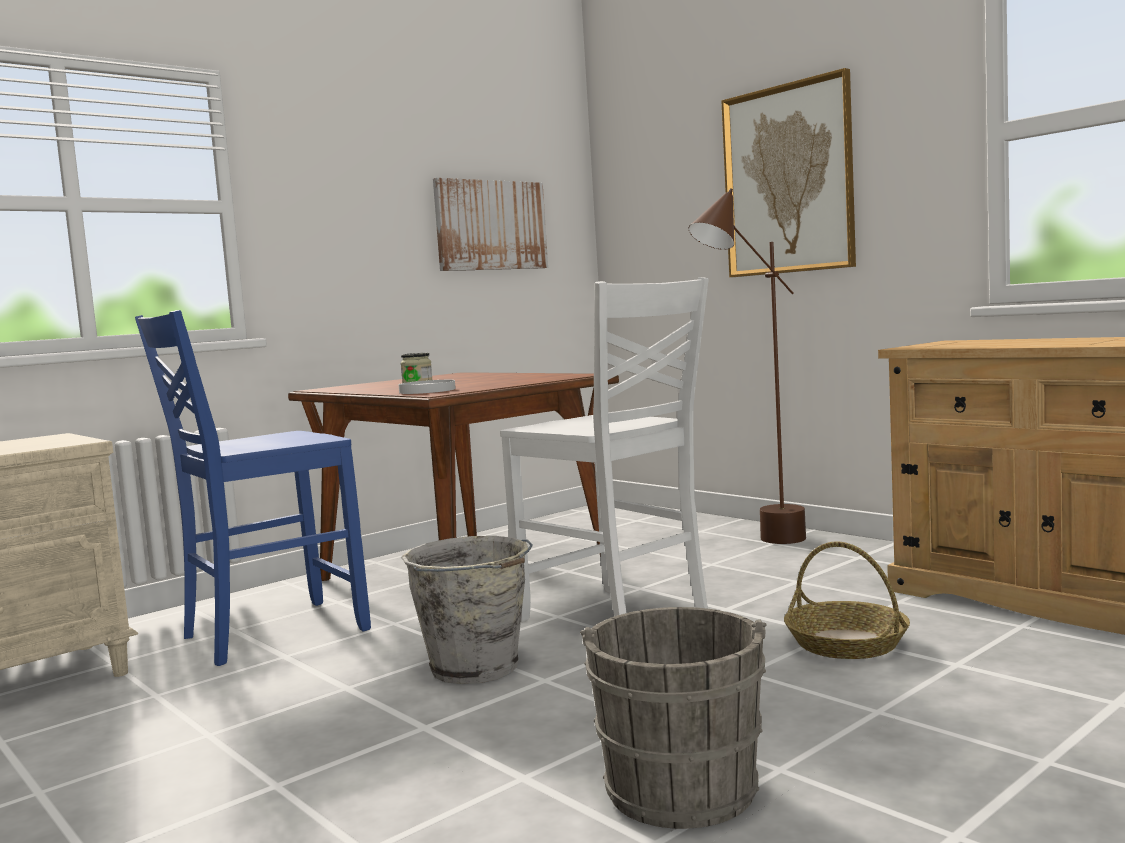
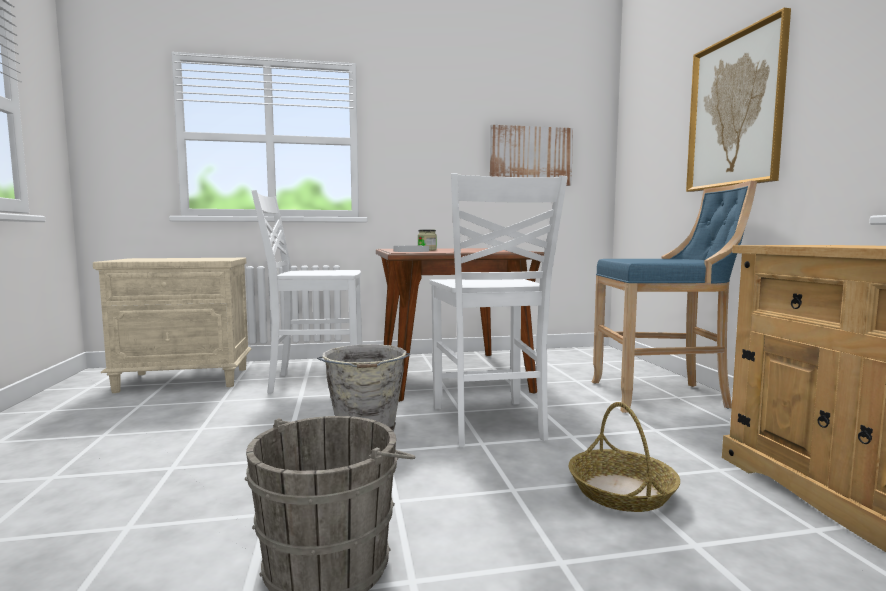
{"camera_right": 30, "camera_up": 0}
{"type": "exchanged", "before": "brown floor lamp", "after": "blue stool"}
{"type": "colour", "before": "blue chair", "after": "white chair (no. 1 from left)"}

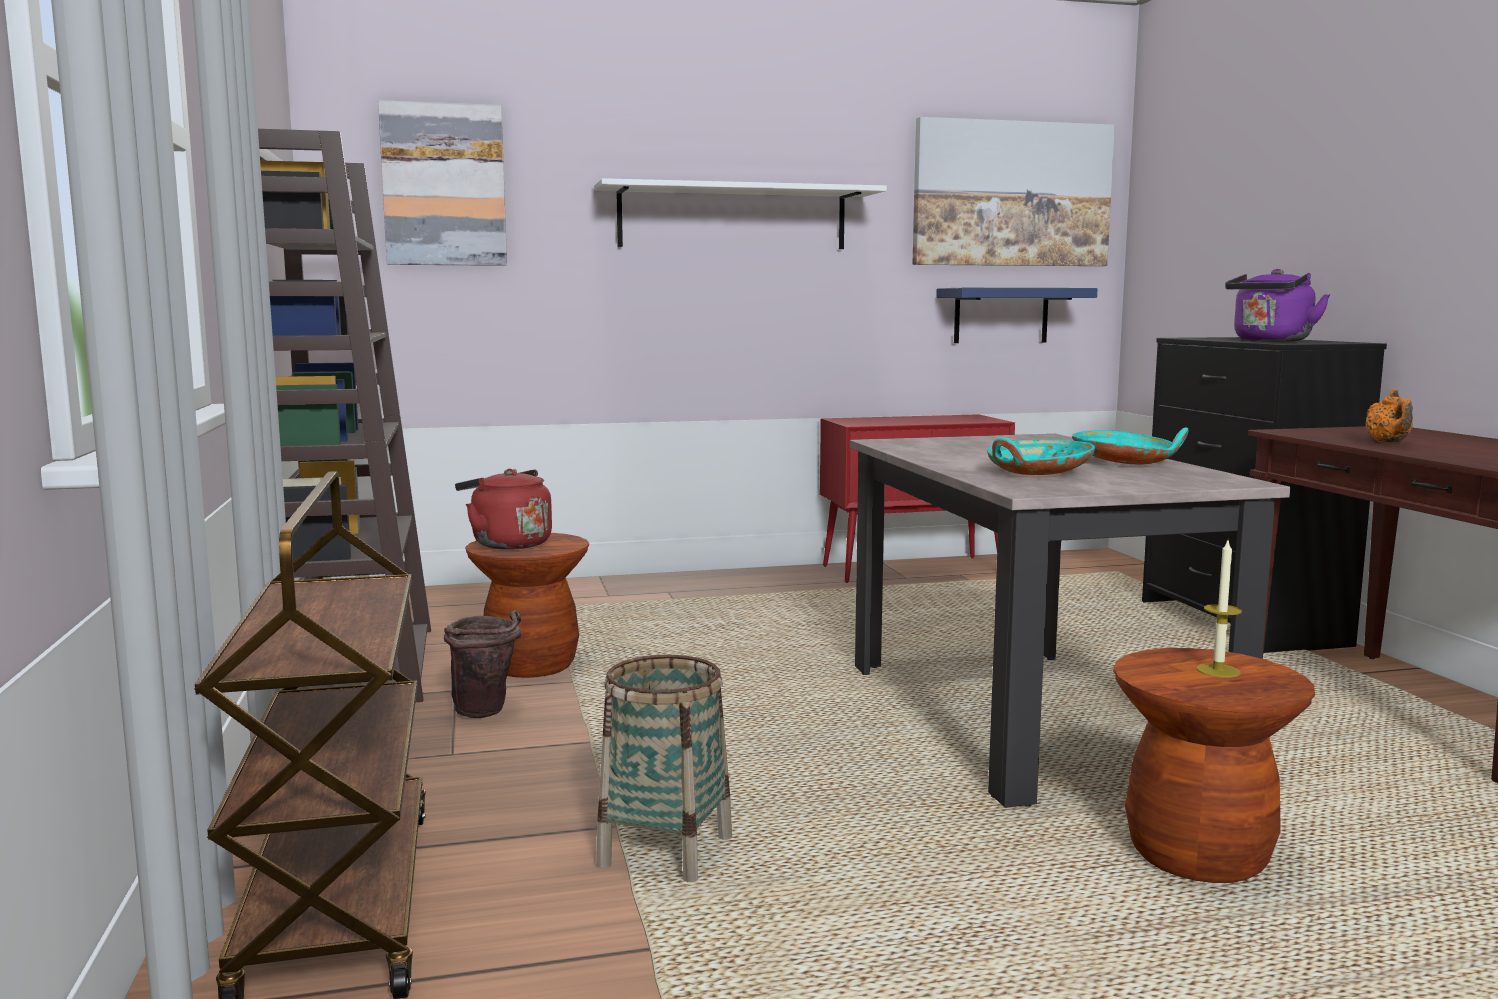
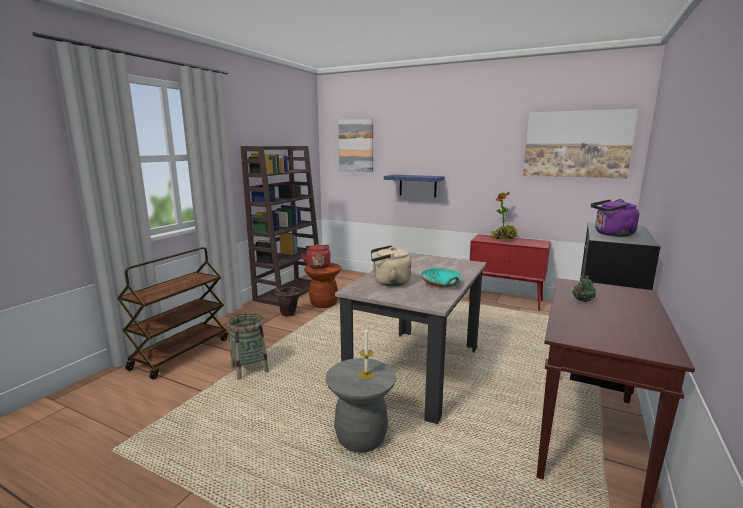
{"camera_right": 40, "camera_up": 5}
{"type": "missing", "before": "white shelf"}
{"type": "appeared", "after": "potted plant"}
{"type": "relocated", "before": "blue shelf"}
{"type": "exchanged", "before": "turquoise bowl (no. 1 from left)", "after": "beige kettle"}
{"type": "colour", "before": "brown stool (no. 2 from left)", "after": "grey stool"}
{"type": "colour", "before": "orange teapot", "after": "green teapot"}

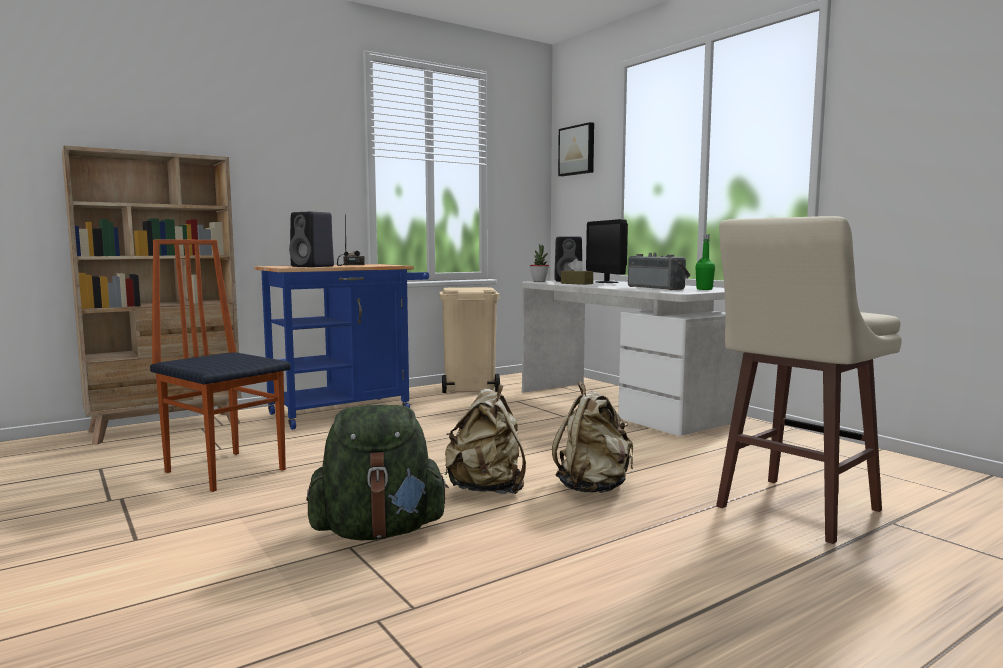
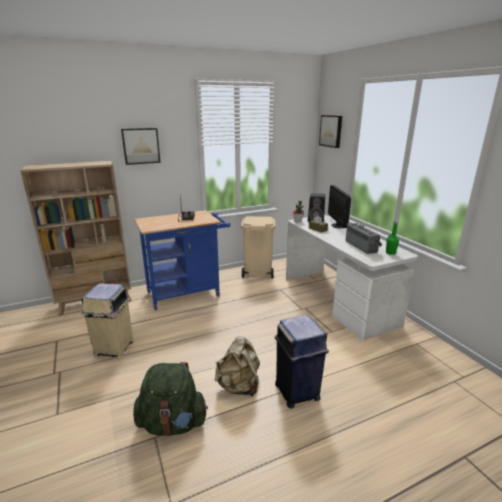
{"camera_right": 10, "camera_up": 15}
{"type": "missing", "before": "black speaker (no. 1 from left)"}
{"type": "missing", "before": "beige stool"}
{"type": "appeared", "after": "picture (no. 1 from left)"}
{"type": "exchanged", "before": "chair", "after": "beige trash can (no. 1 from left)"}
{"type": "exchanged", "before": "beige backpack (no. 2 from left)", "after": "blue trash can"}

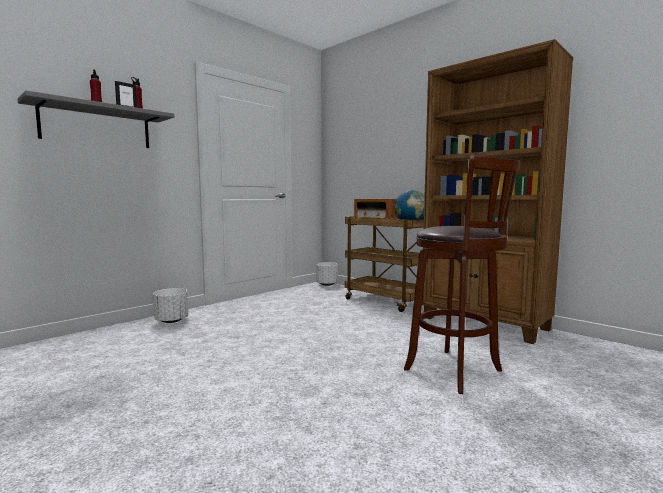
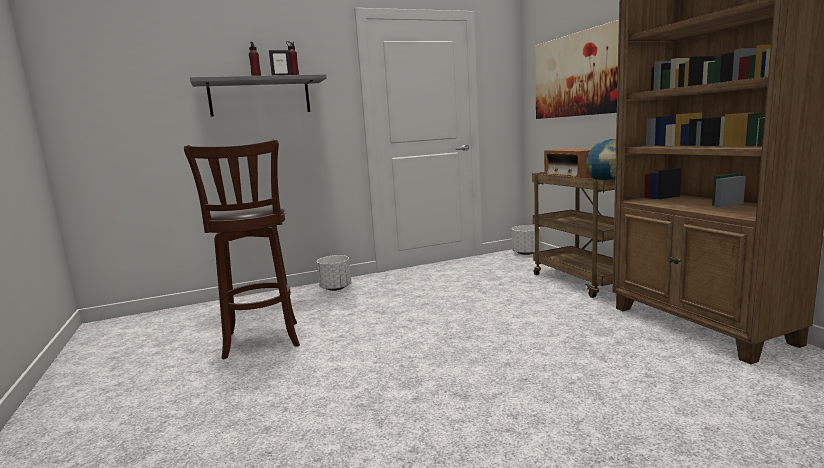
{"camera_right": 25, "camera_up": 5}
{"type": "appeared", "after": "picture"}
{"type": "relocated", "before": "brown stool"}

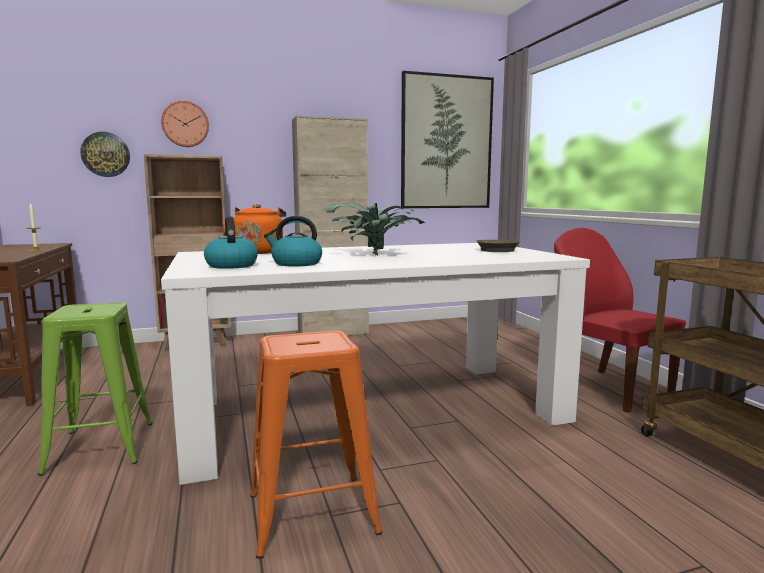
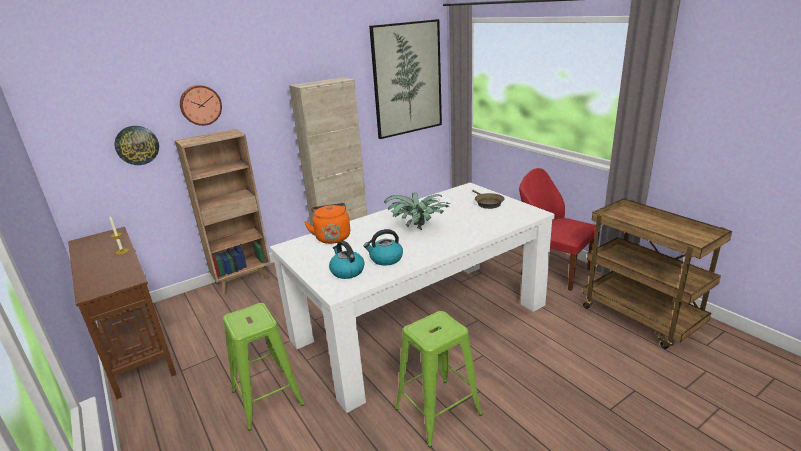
{"camera_right": -15, "camera_up": 15}
{"type": "colour", "before": "orange stool", "after": "green stool (no. 2 from left)"}

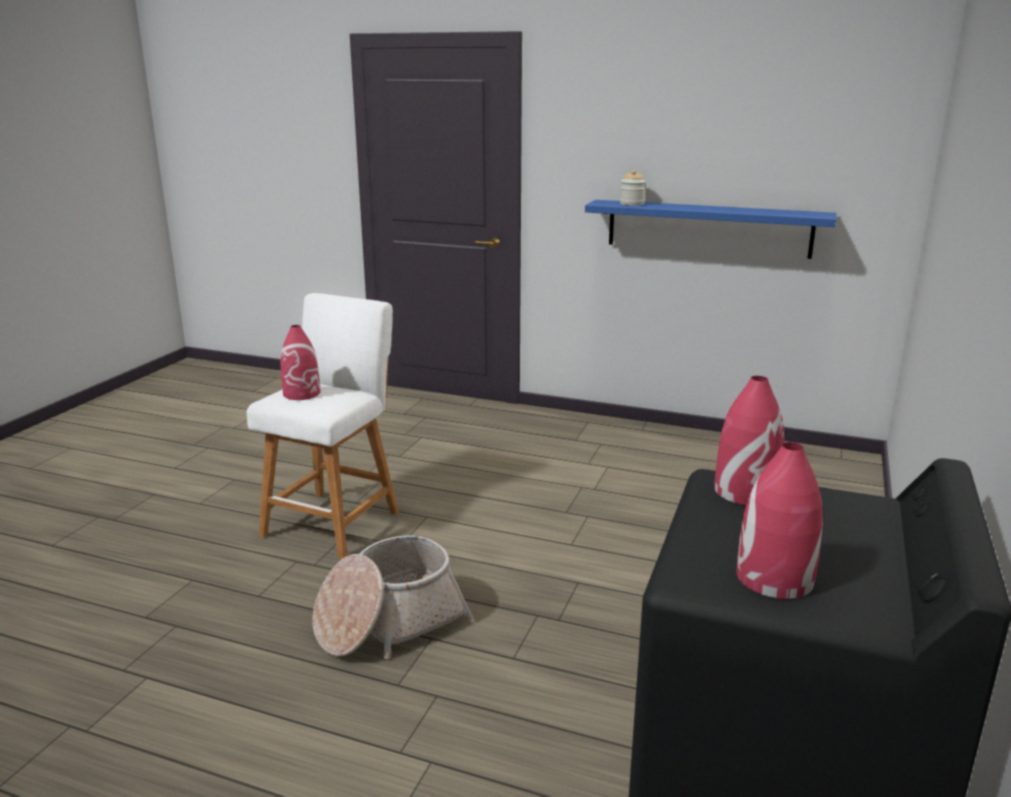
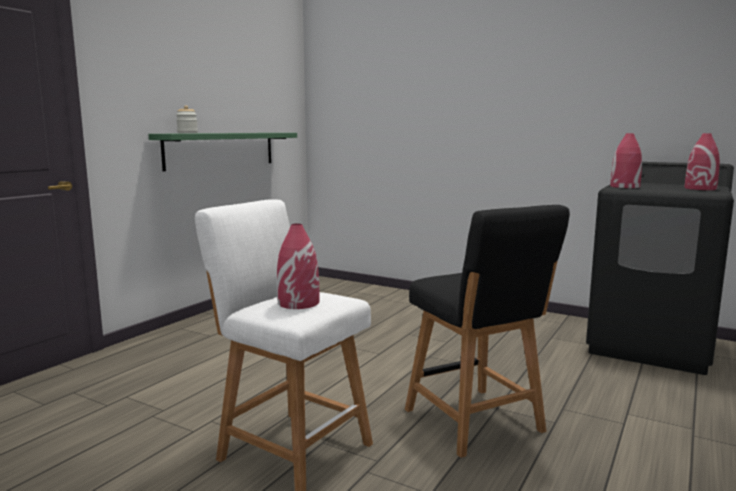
{"camera_right": -80, "camera_up": -10}
{"type": "exchanged", "before": "basket", "after": "black stool"}
{"type": "colour", "before": "blue shelf", "after": "green shelf"}

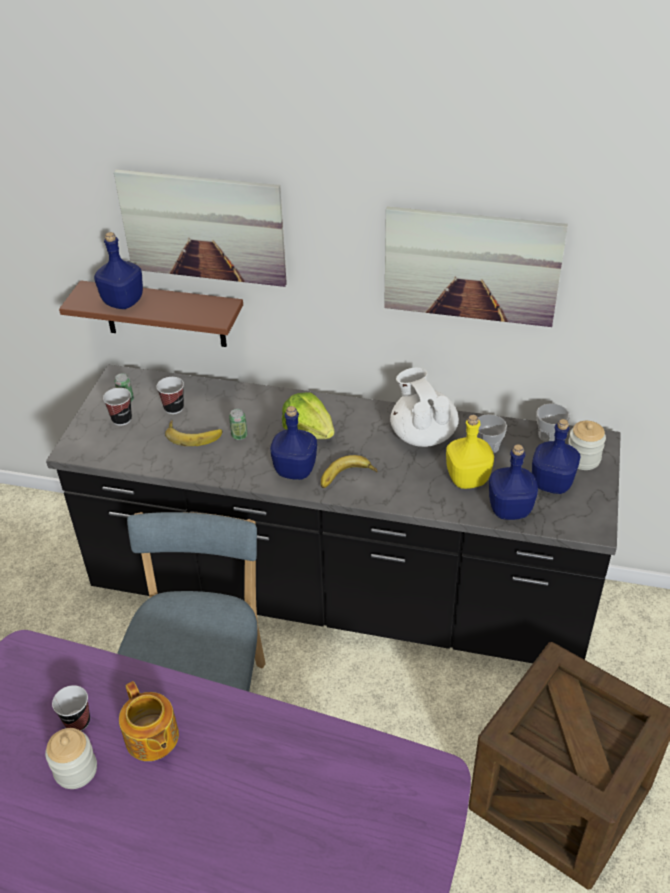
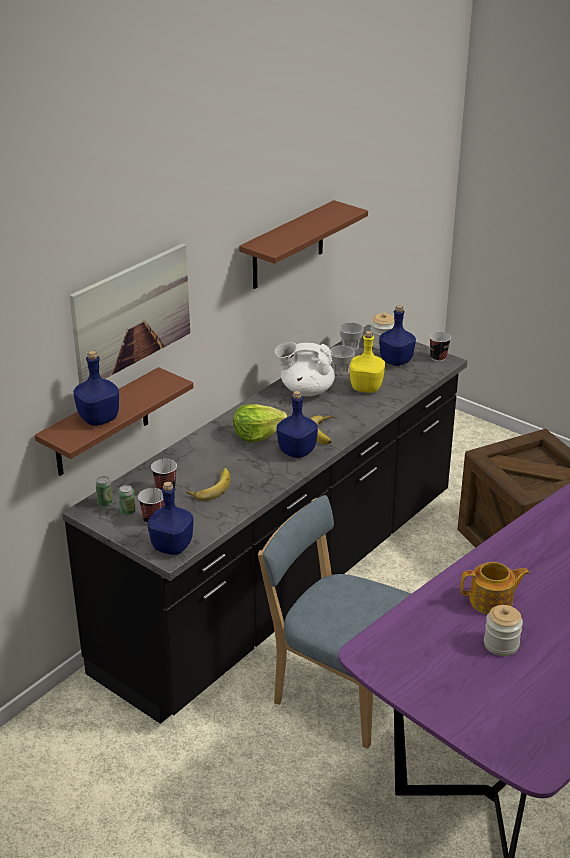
{"camera_right": -65, "camera_up": -10}
{"type": "relocated", "before": "cup (no. 1 from left in the first image)", "after": "cup (no. 5 from left)"}
{"type": "relocated", "before": "can (no. 2 from left in the first image)", "after": "can (no. 1 from left)"}
{"type": "relocated", "before": "blue bottle (no. 3 from left in the first image)", "after": "blue bottle (no. 2 from left)"}
{"type": "exchanged", "before": "picture (no. 2 from left)", "after": "brown shelf (no. 2 from left)"}

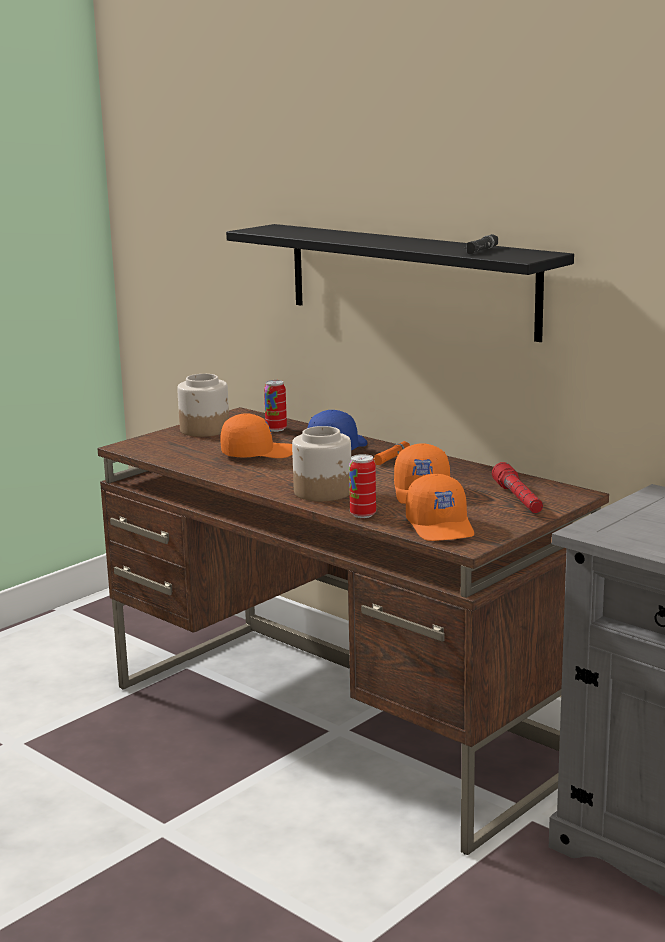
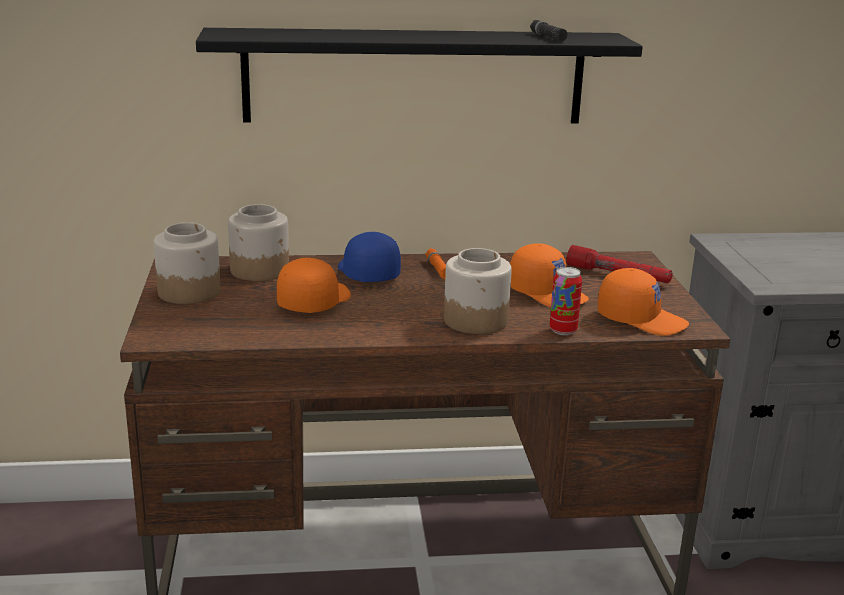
{"camera_right": -50, "camera_up": 5}
{"type": "exchanged", "before": "can (no. 1 from left)", "after": "jar (no. 2 from left)"}

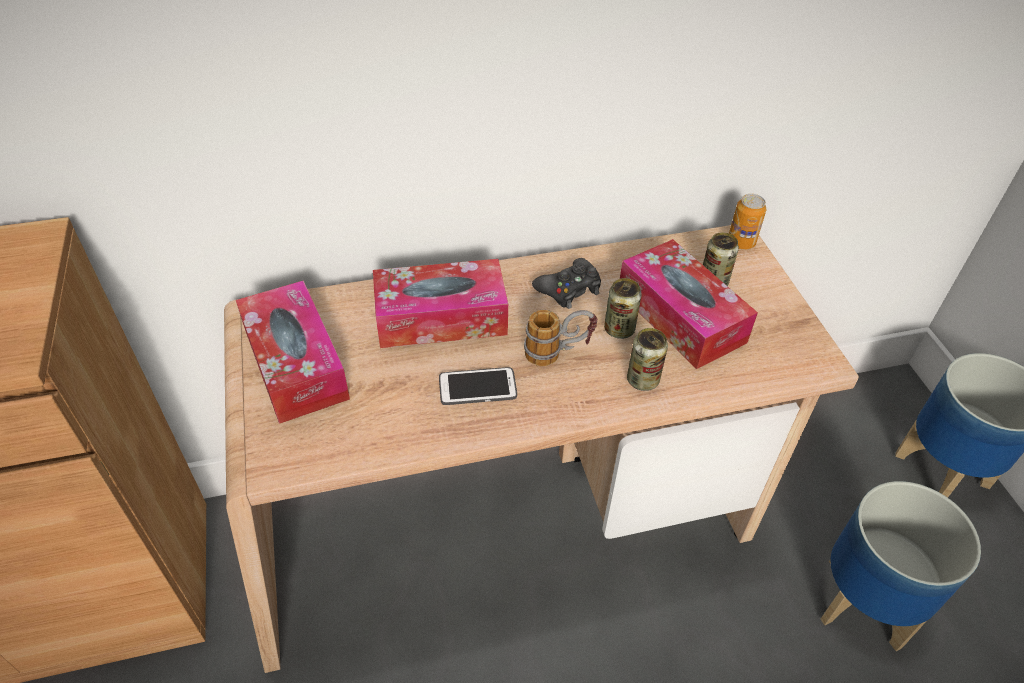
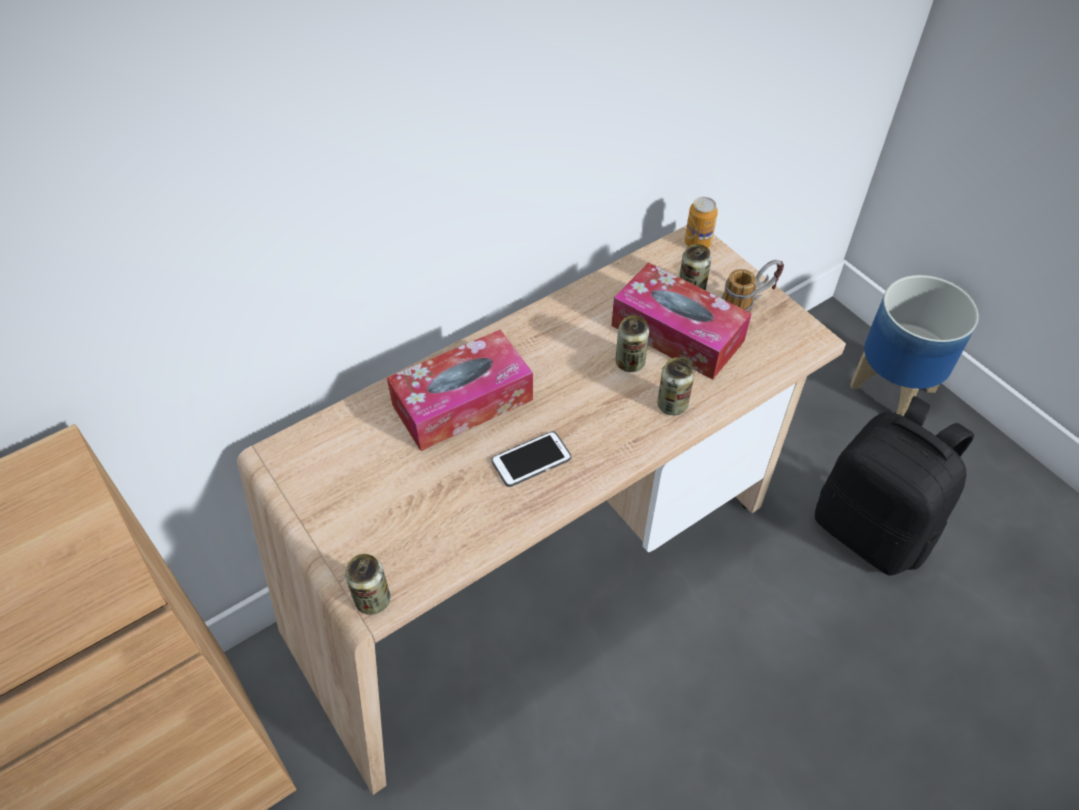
{"camera_right": -20, "camera_up": 5}
{"type": "missing", "before": "tissue box (no. 1 from left)"}
{"type": "missing", "before": "black game controller"}
{"type": "appeared", "after": "can (no. 1 from left)"}
{"type": "relocated", "before": "mug"}
{"type": "exchanged", "before": "planter (no. 1 from left)", "after": "black backpack"}

